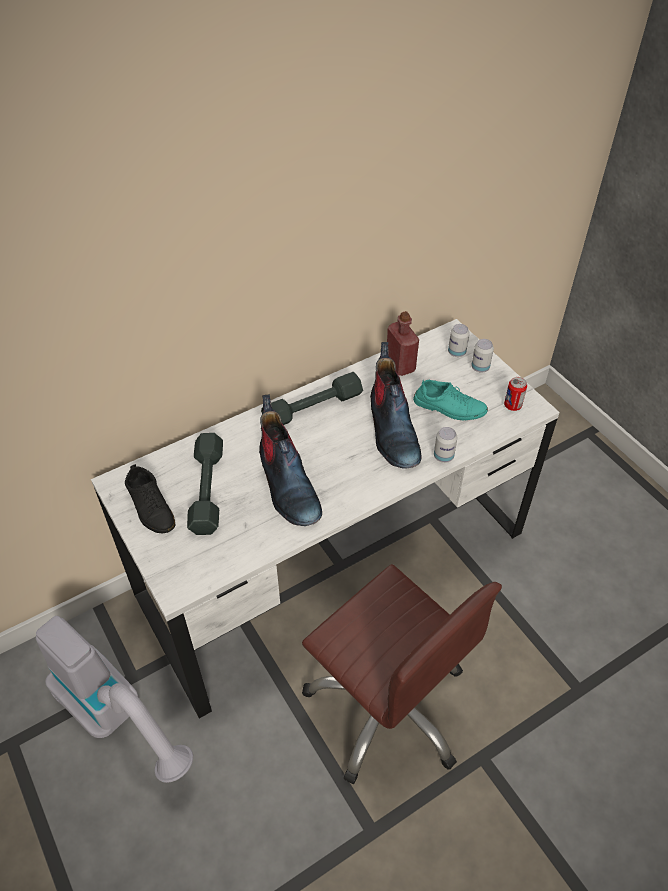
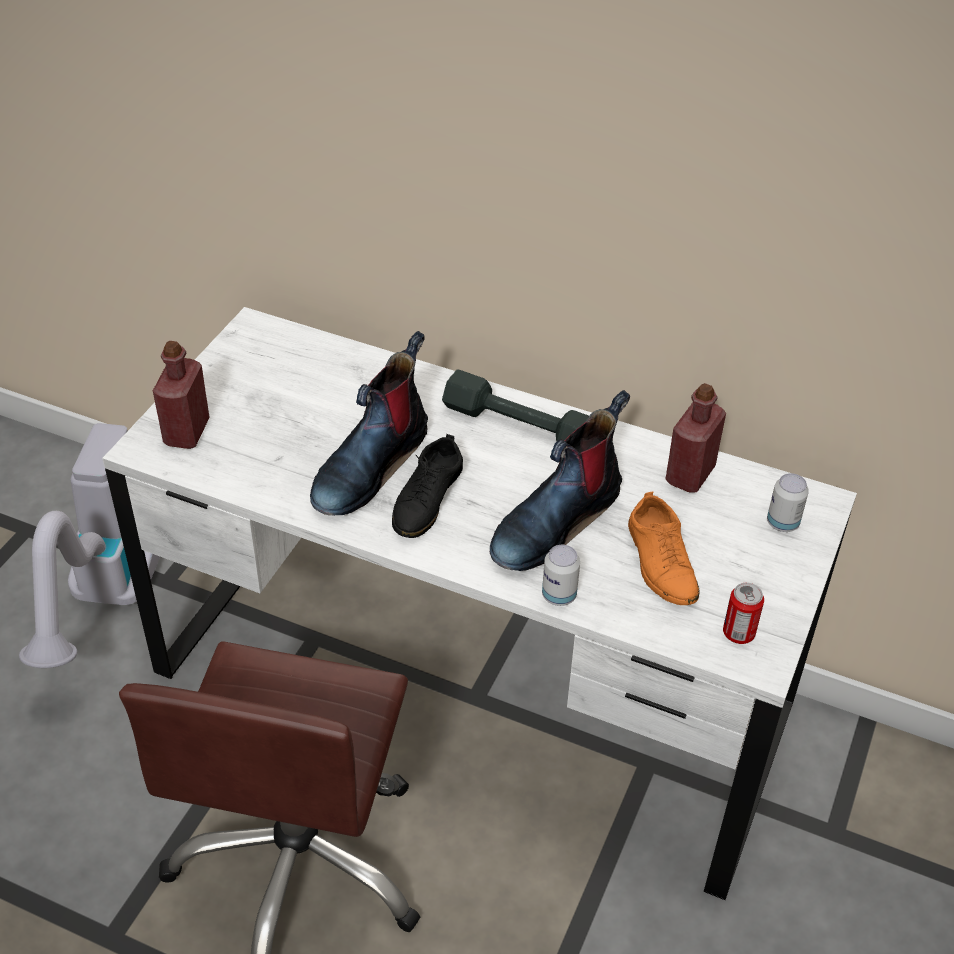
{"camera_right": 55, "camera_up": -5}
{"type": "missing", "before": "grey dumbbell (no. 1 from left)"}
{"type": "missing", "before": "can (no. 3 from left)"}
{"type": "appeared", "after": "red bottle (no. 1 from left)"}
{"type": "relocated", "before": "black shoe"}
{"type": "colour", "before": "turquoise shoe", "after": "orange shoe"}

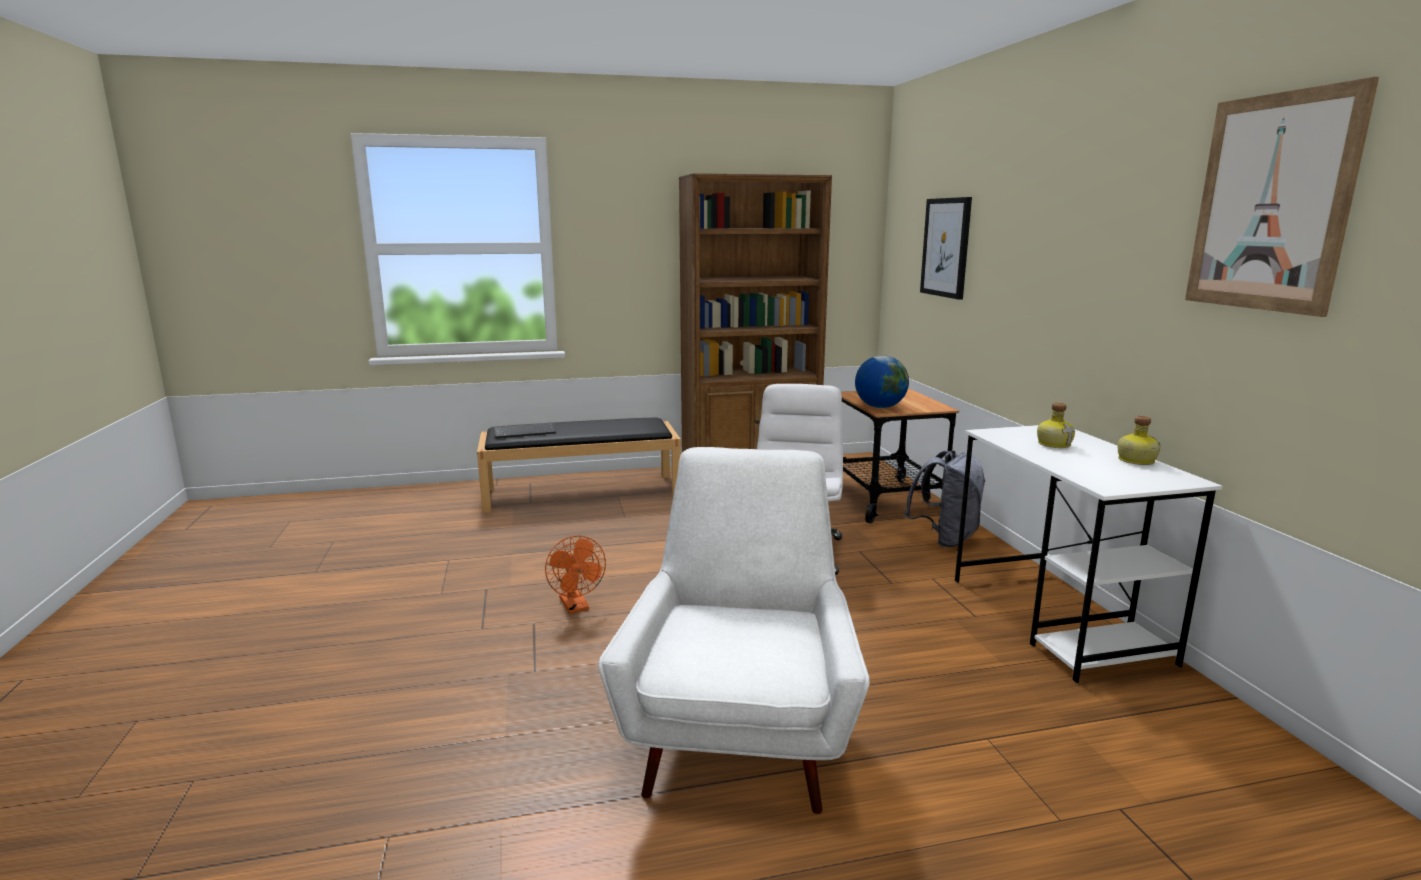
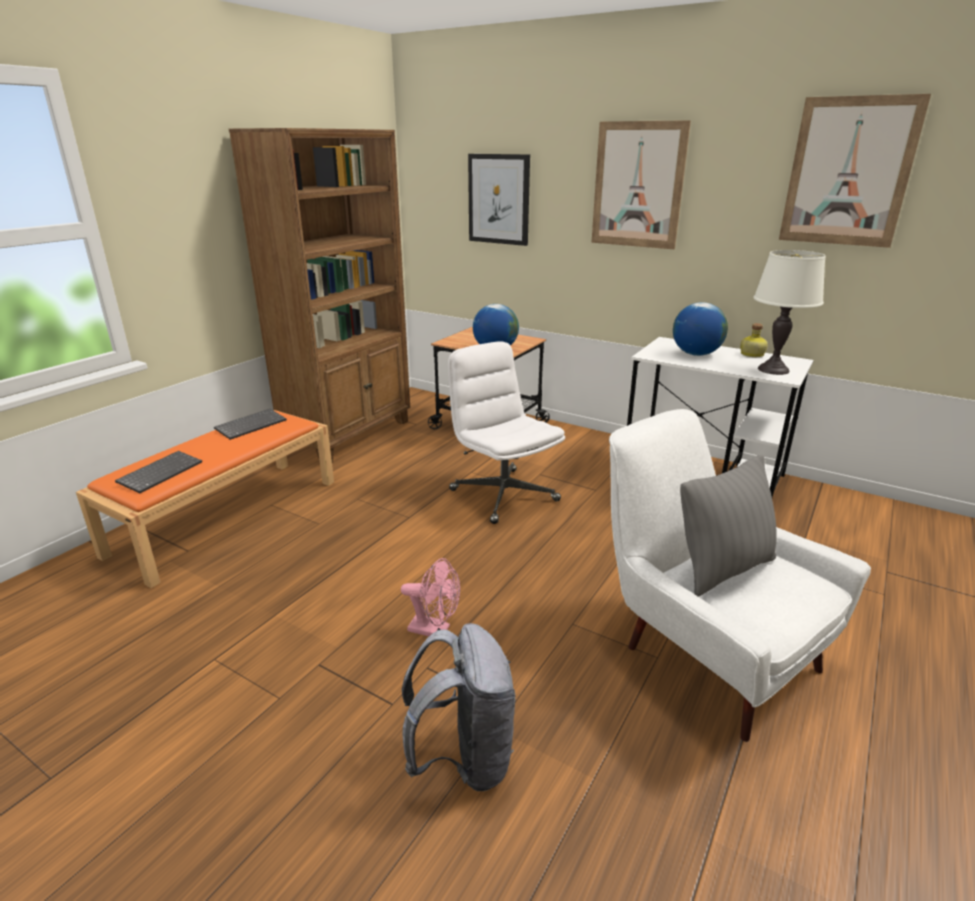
{"camera_right": -45, "camera_up": 10}
{"type": "appeared", "after": "keyboard (no. 2 from left)"}
{"type": "appeared", "after": "picture (no. 2 from left)"}
{"type": "appeared", "after": "grey pillow"}
{"type": "appeared", "after": "white table lamp"}
{"type": "relocated", "before": "grey backpack"}
{"type": "exchanged", "before": "bottle (no. 1 from left)", "after": "globe (no. 2 from left)"}
{"type": "colour", "before": "black bench", "after": "orange bench"}
{"type": "colour", "before": "orange fan", "after": "pink fan"}

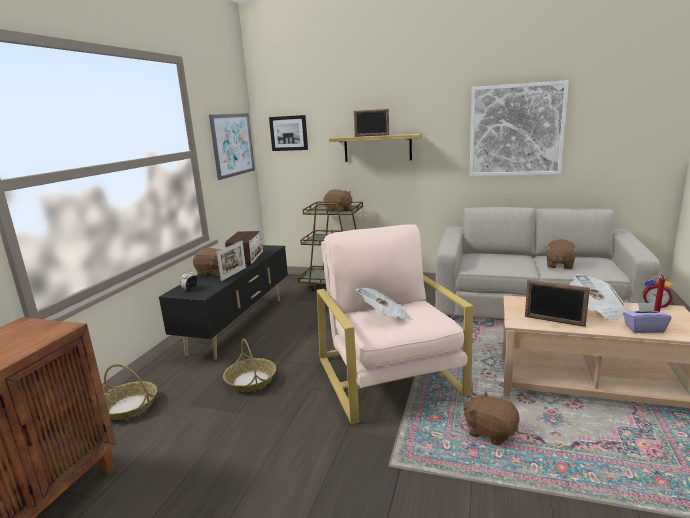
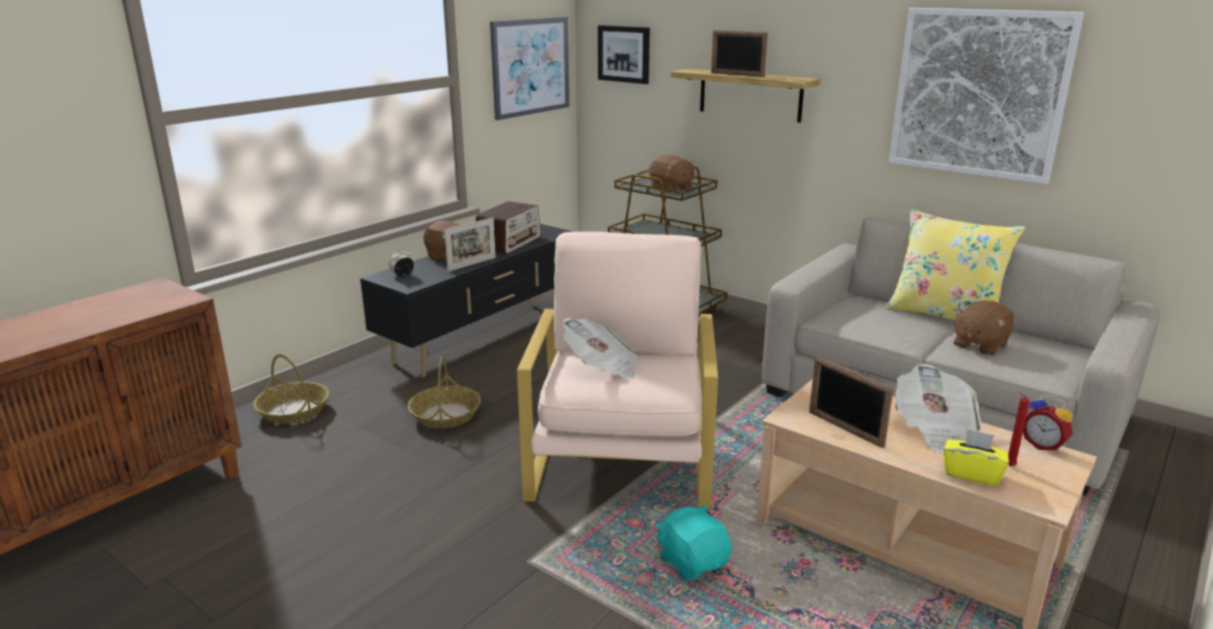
{"camera_right": 20, "camera_up": 5}
{"type": "appeared", "after": "yellow pillow"}
{"type": "colour", "before": "brown plush toy (no. 3 from left)", "after": "turquoise plush toy"}
{"type": "colour", "before": "purple tissue box", "after": "yellow tissue box"}

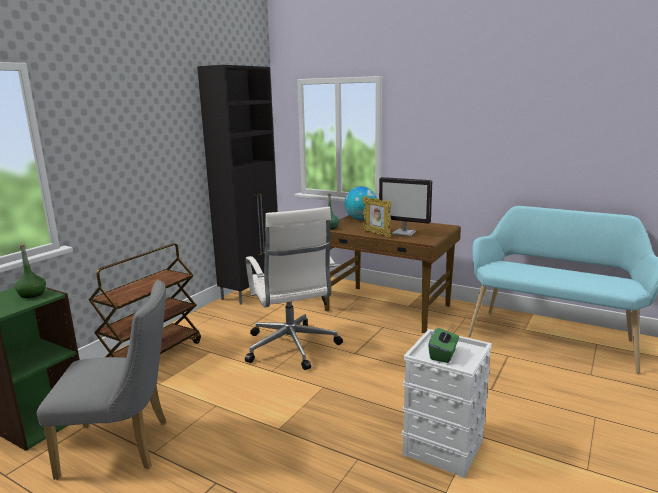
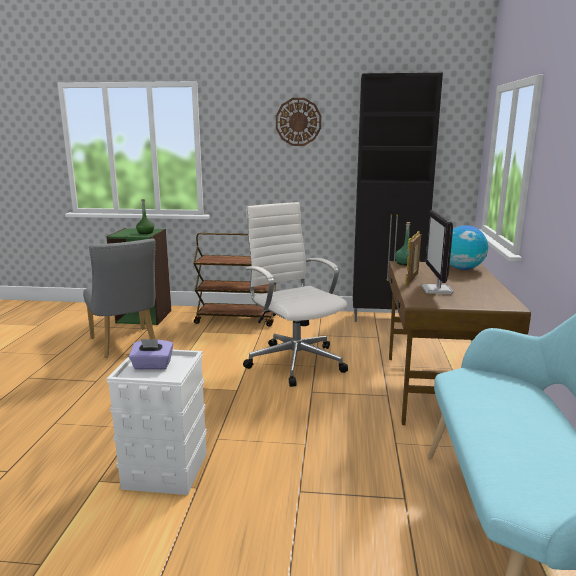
{"camera_right": 65, "camera_up": 0}
{"type": "appeared", "after": "wall clock"}
{"type": "colour", "before": "green tissue box", "after": "purple tissue box"}
{"type": "spun", "before": "white office chair", "turn": 105}

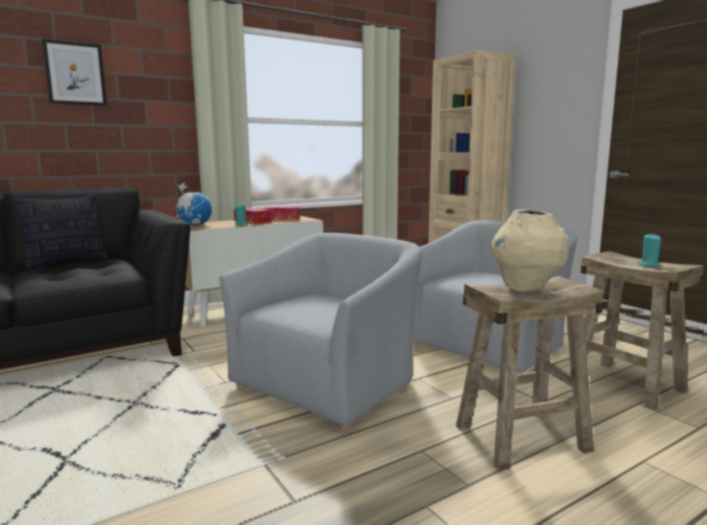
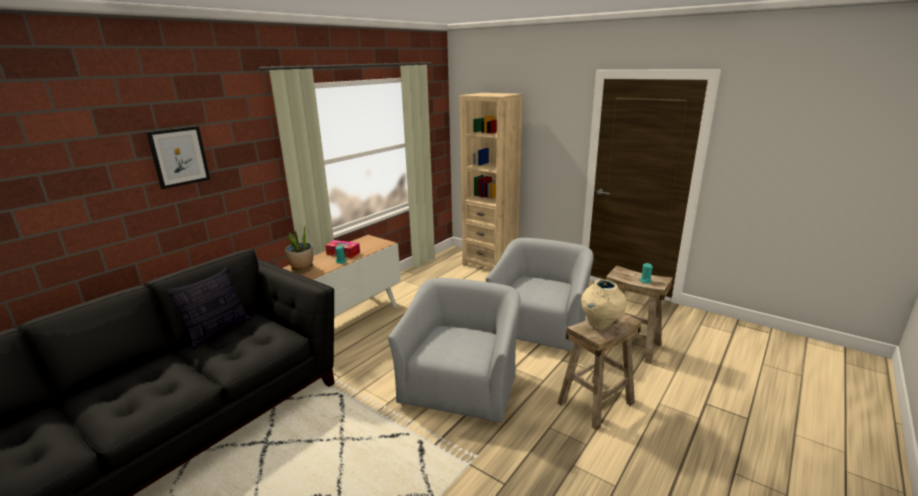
{"camera_right": -20, "camera_up": 10}
{"type": "missing", "before": "tissue box (no. 2 from left)"}
{"type": "exchanged", "before": "globe", "after": "potted plant"}

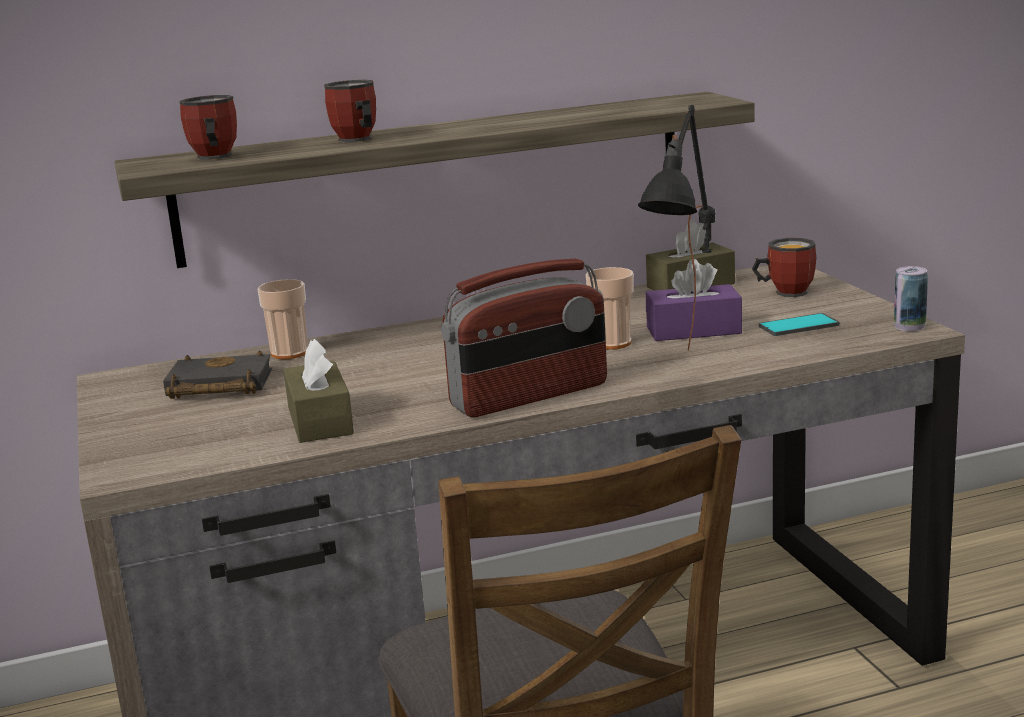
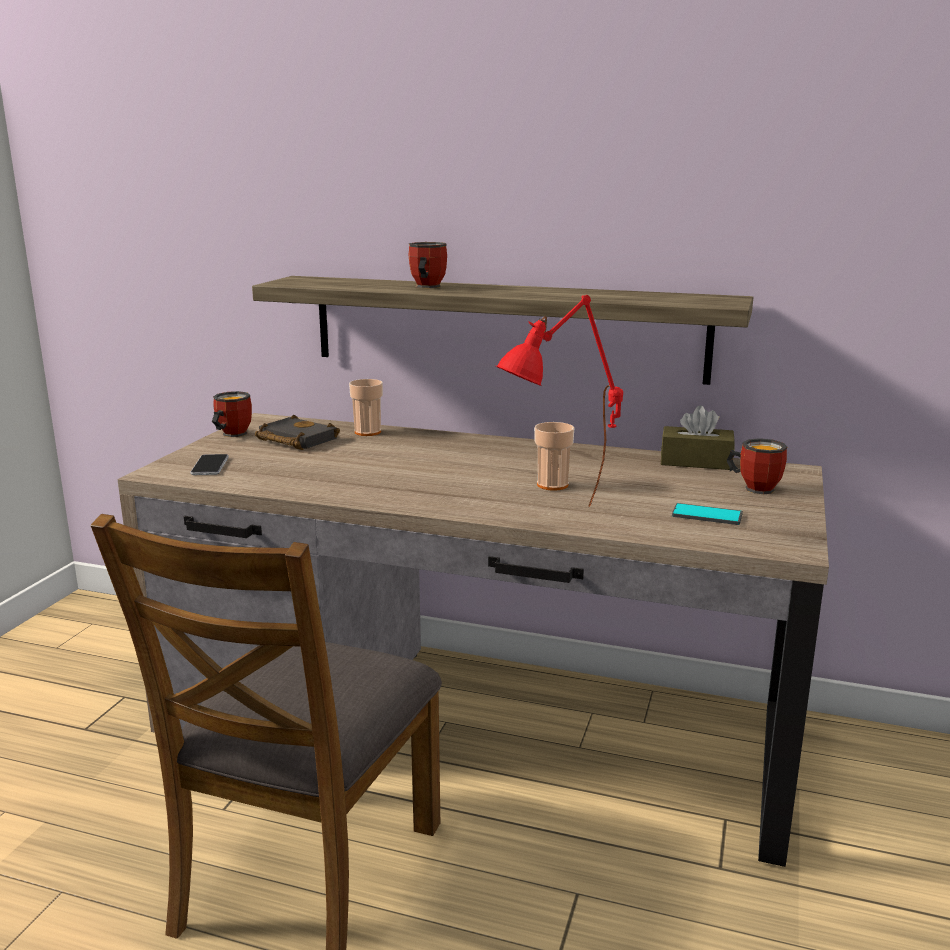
{"camera_right": 35, "camera_up": 0}
{"type": "missing", "before": "brown tissue box (no. 1 from left)"}
{"type": "missing", "before": "radio"}
{"type": "missing", "before": "purple tissue box"}
{"type": "missing", "before": "can"}
{"type": "appeared", "after": "phone (no. 1 from left)"}
{"type": "relocated", "before": "mug (no. 1 from left)"}
{"type": "colour", "before": "black table lamp", "after": "red table lamp"}

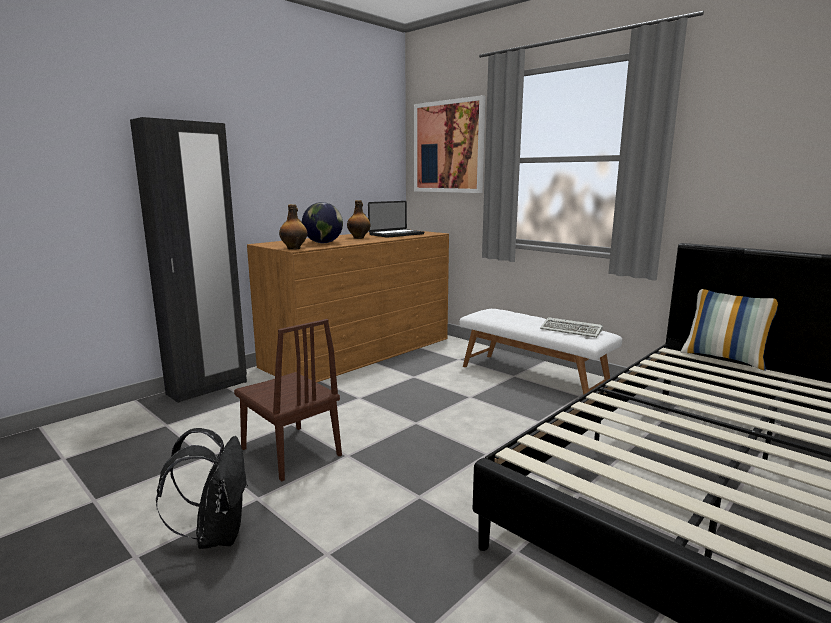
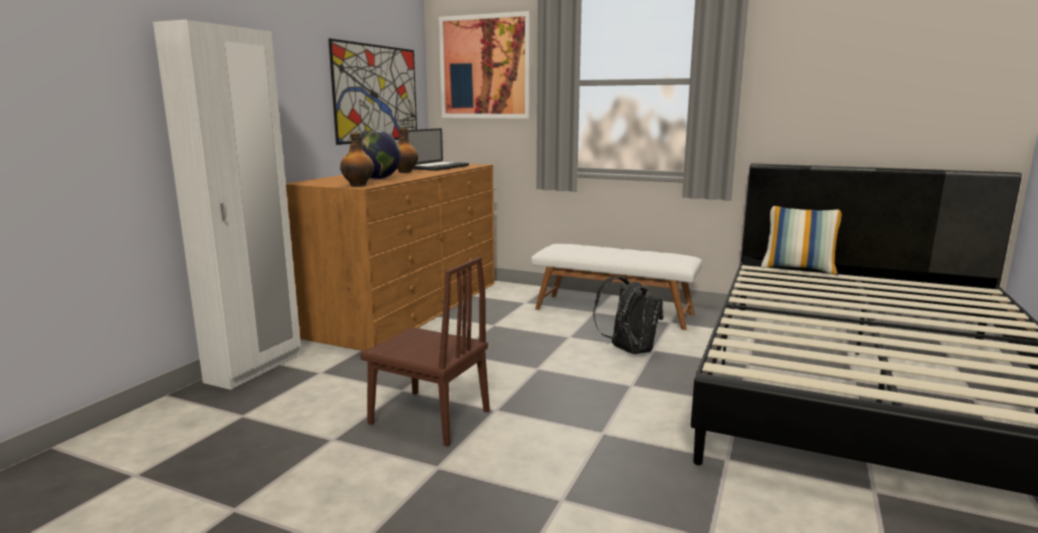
{"camera_right": -20, "camera_up": 0}
{"type": "missing", "before": "keyboard"}
{"type": "appeared", "after": "picture (no. 1 from left)"}
{"type": "relocated", "before": "black backpack"}
{"type": "colour", "before": "black wardrobe", "after": "white wardrobe"}

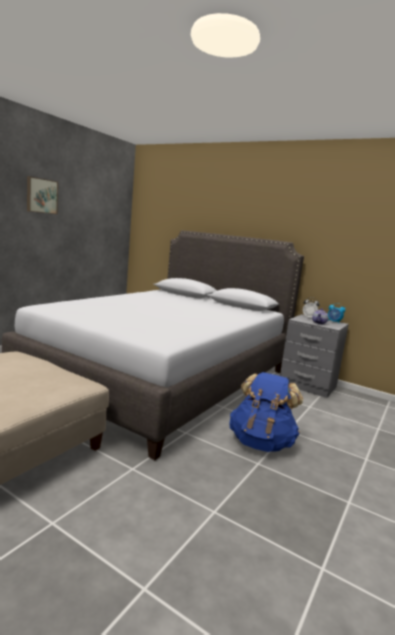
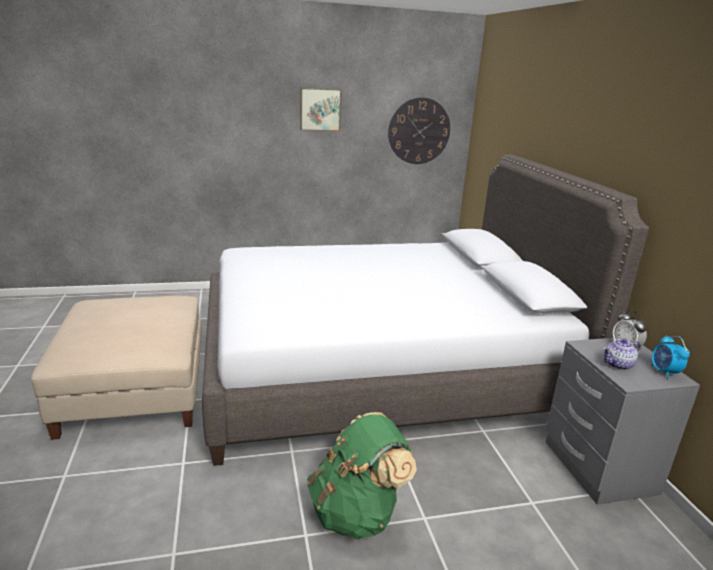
{"camera_right": 45, "camera_up": 10}
{"type": "appeared", "after": "wall clock"}
{"type": "colour", "before": "blue backpack", "after": "green backpack"}

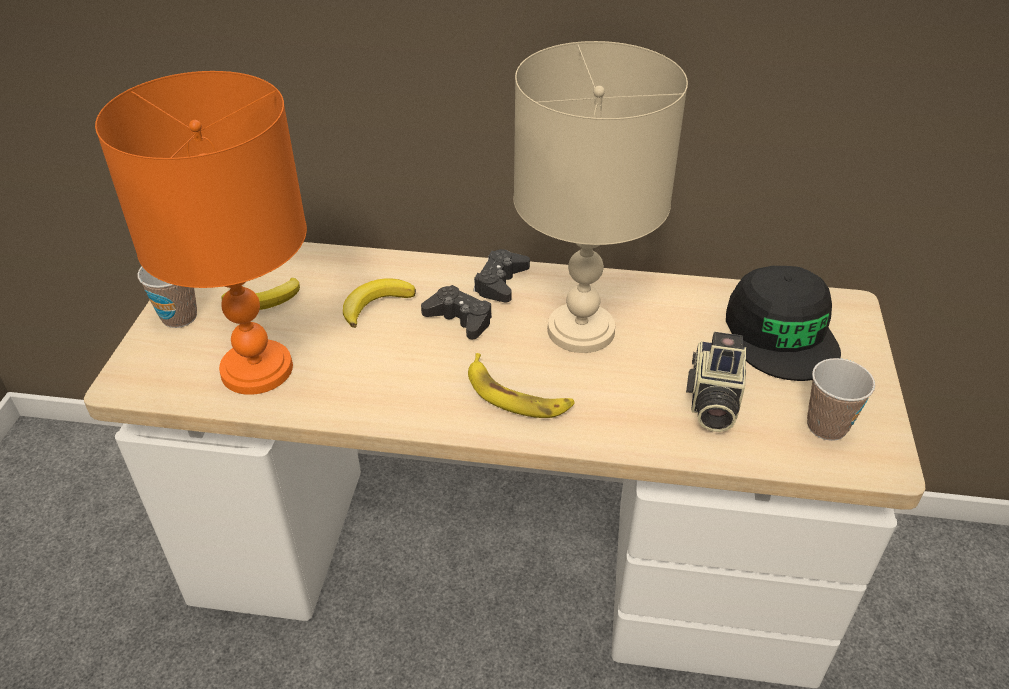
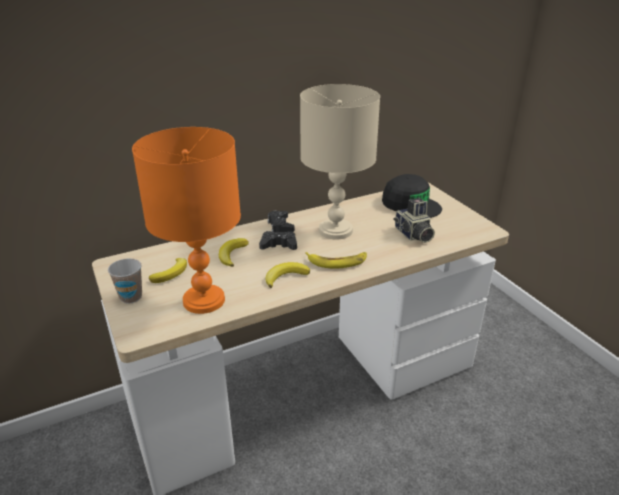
{"camera_right": -35, "camera_up": -10}
{"type": "missing", "before": "cup (no. 2 from left)"}
{"type": "appeared", "after": "banana (no. 3 from left)"}

